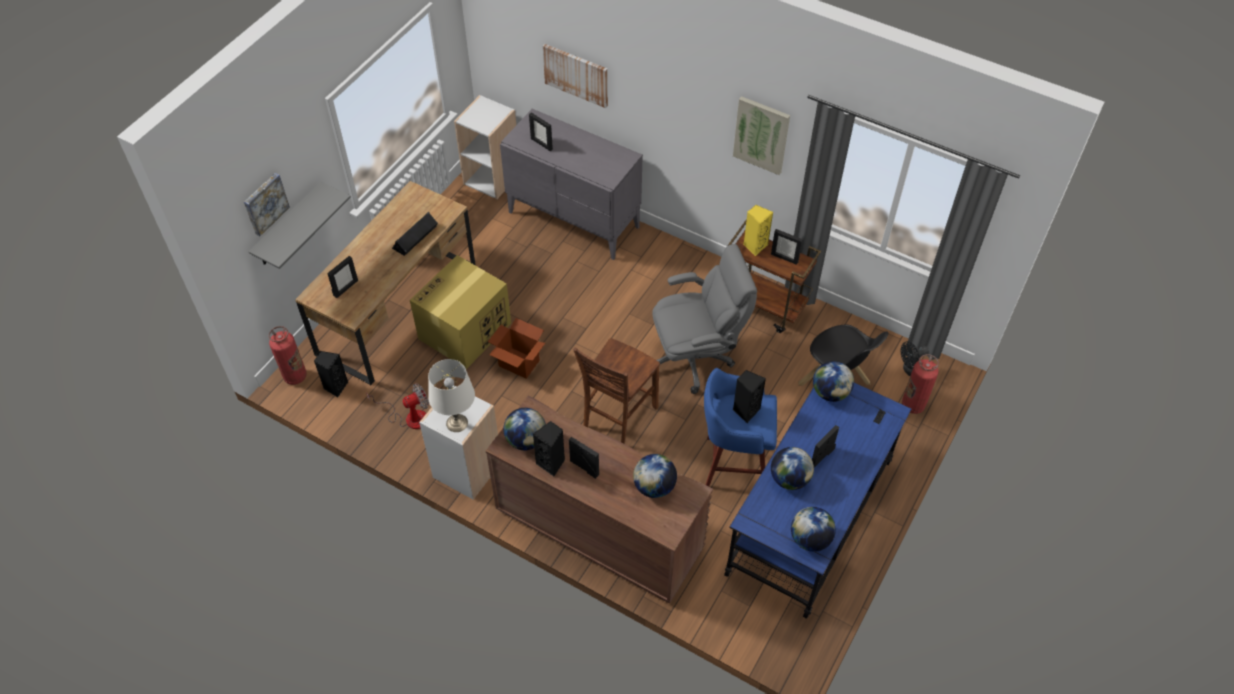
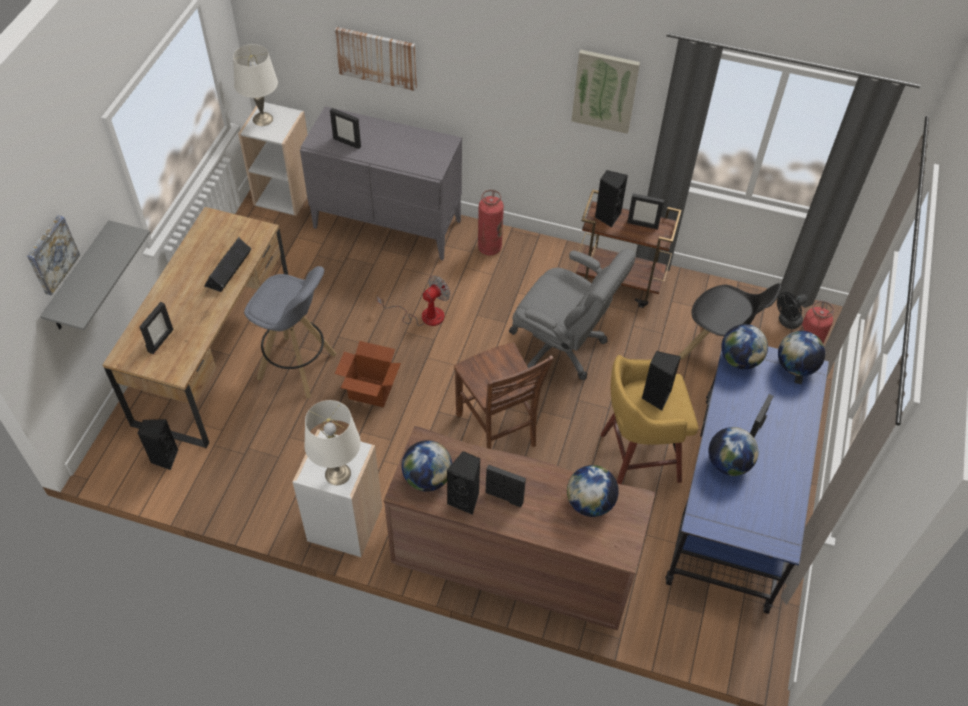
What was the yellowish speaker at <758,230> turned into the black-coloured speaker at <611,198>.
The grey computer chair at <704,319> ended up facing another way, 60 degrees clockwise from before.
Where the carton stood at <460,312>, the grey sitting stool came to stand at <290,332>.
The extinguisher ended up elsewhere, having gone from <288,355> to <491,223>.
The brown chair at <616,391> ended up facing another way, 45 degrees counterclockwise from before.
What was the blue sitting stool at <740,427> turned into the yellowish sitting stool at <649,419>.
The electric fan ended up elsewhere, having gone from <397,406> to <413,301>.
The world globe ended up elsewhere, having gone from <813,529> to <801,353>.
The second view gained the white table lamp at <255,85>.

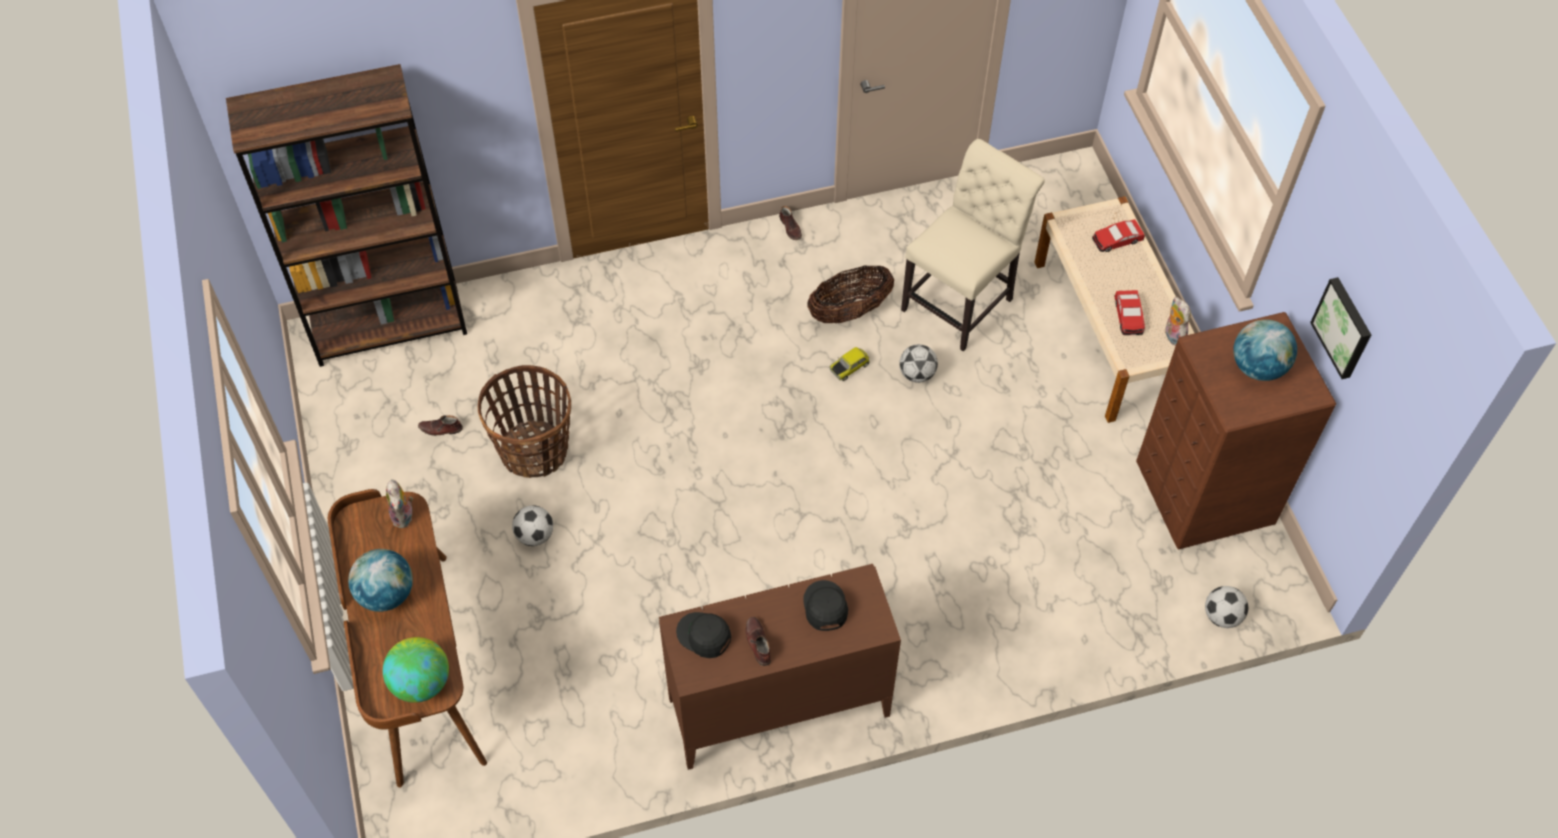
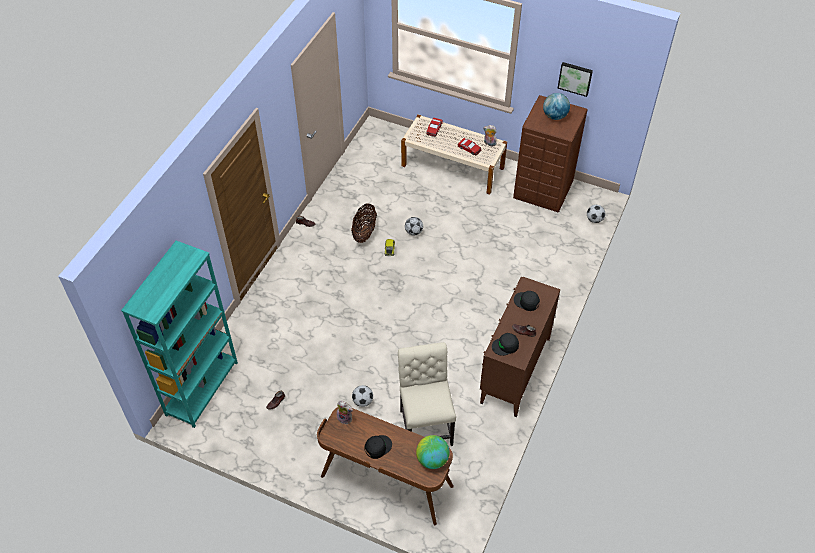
What was the brown bookshelf at <346,215> turned into the turquoise-coloured bookshelf at <179,334>.
The beige chair ended up elsewhere, having gone from <973,245> to <427,394>.
The second view lost the household basket at <524,421>.
Where the world globe stood at <380,580>, the black-coloured cap came to stand at <378,447>.

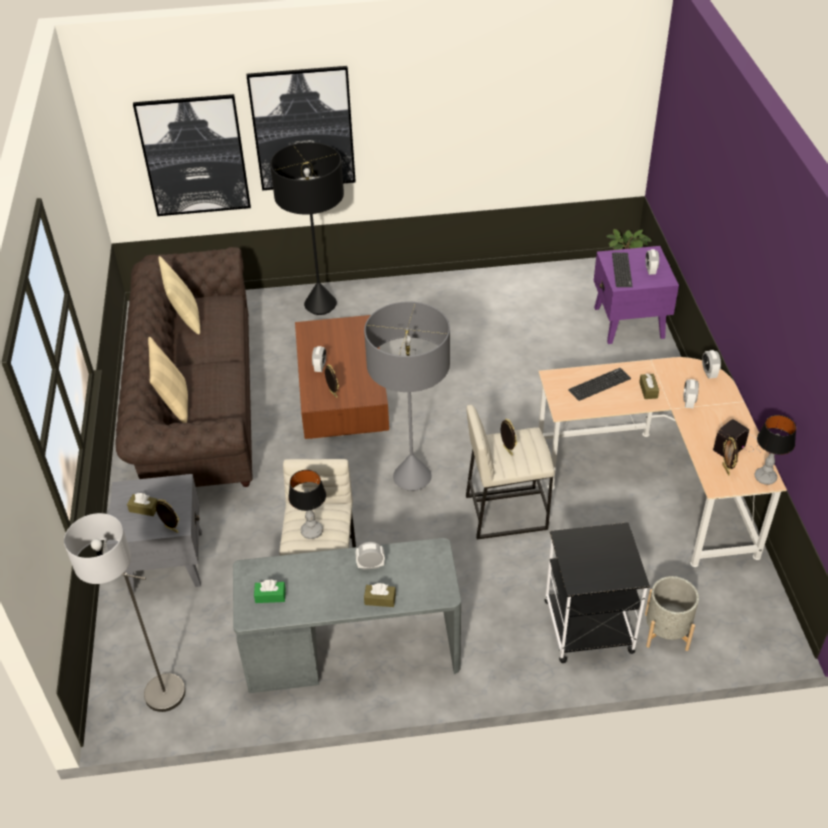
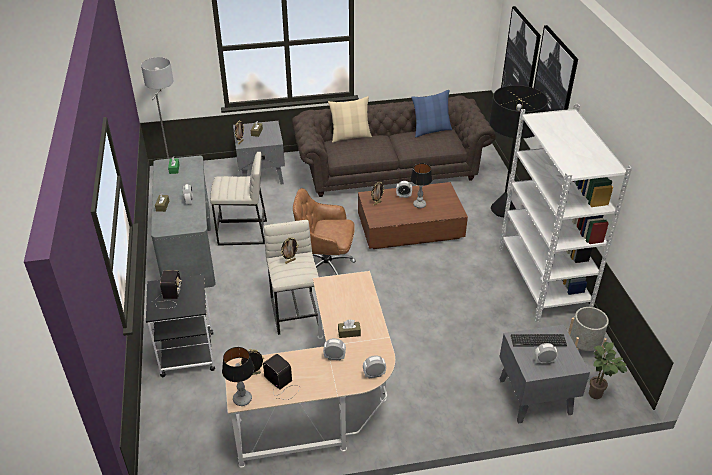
What was the purplish nightstand at <636,295> turned into the grey nightstand at <545,374>.
What was the beige cushion at <179,295> turned into the blue cushion at <431,113>.
Where the grey standard lamp stood at <407,396>, the brown computer chair came to stand at <324,231>.
The second view lost the PC keyboard at <599,384>.
The table lamp ended up elsewhere, having gone from <307,504> to <421,185>.
The grey flower pot ended up elsewhere, having gone from <672,613> to <588,332>.
The second view gained the white bookshelf at <565,213>.
The second view gained the radio at <166,289>.

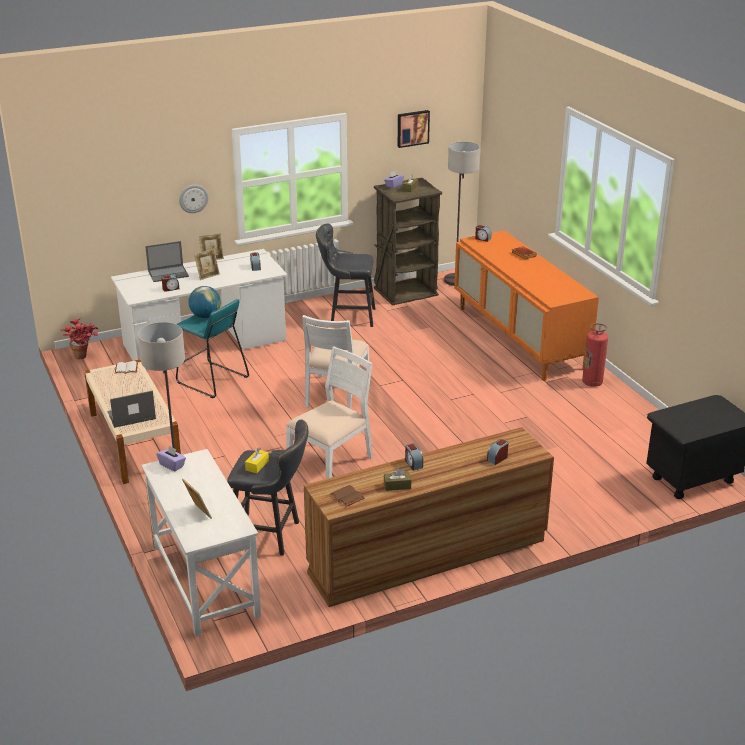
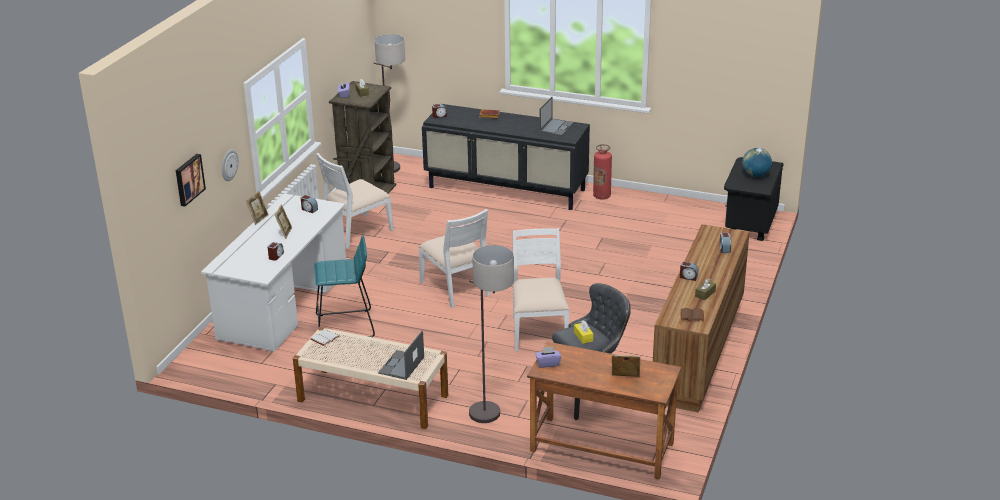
The wall art ended up elsewhere, having gone from <414,129> to <191,180>.
Where the grey sitting stool stood at <345,275>, the white chair came to stand at <355,200>.
What was the orange cabinet at <526,305> turned into the black-coloured cabinet at <506,157>.
The laptop ended up elsewhere, having gone from <167,261> to <556,116>.
The world globe ended up elsewhere, having gone from <204,302> to <757,162>.
The second view lost the houseplant at <79,339>.
What was the white desk at <201,543> turned into the brown desk at <604,410>.

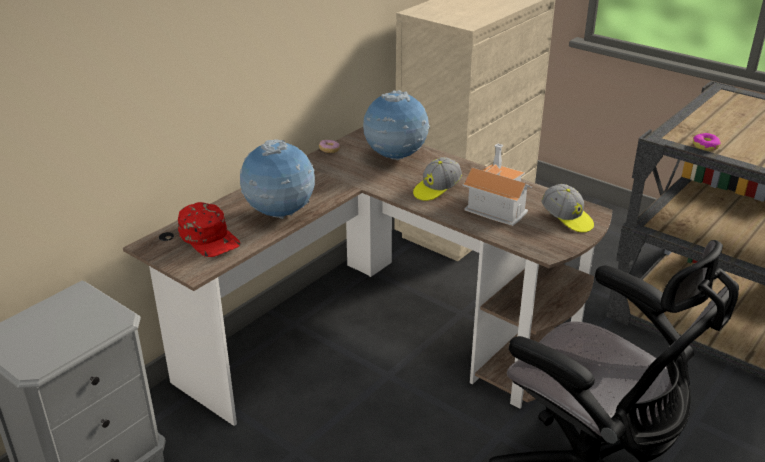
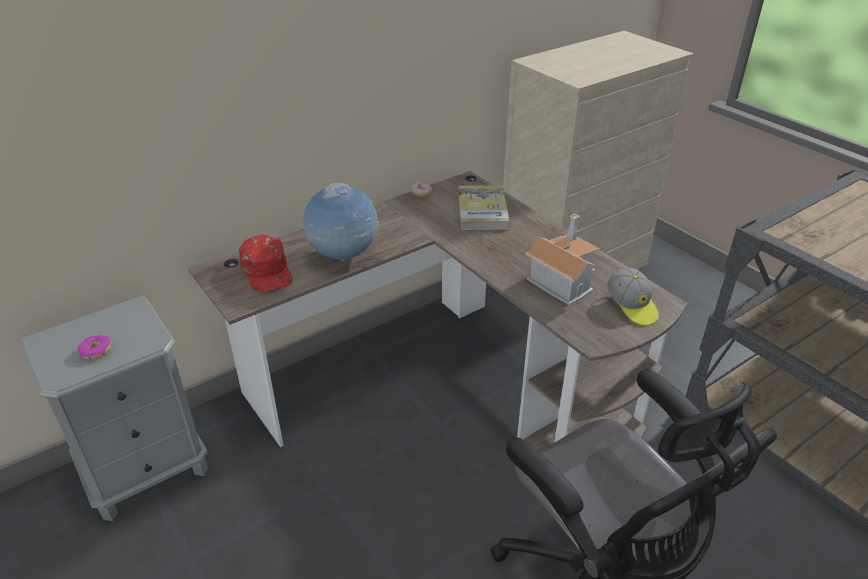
Where the world globe stood at <396,125>, the volume came to stand at <484,208>.
The donut ended up elsewhere, having gone from <707,142> to <95,347>.
The second view lost the cap at <437,179>.

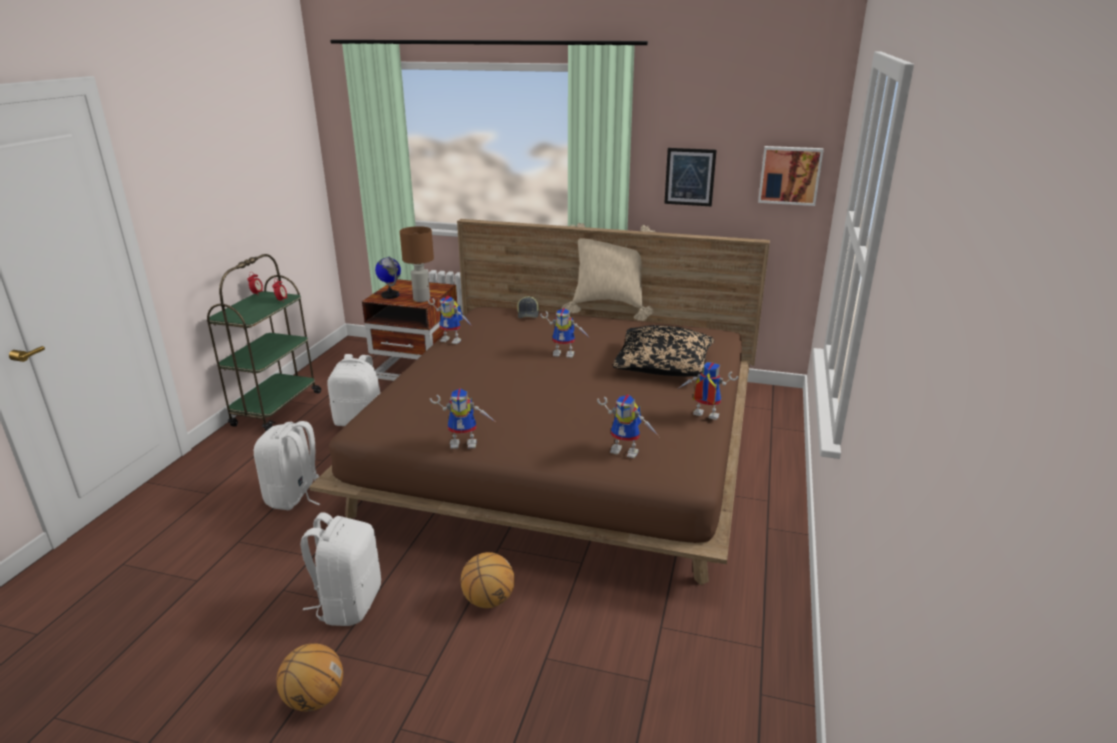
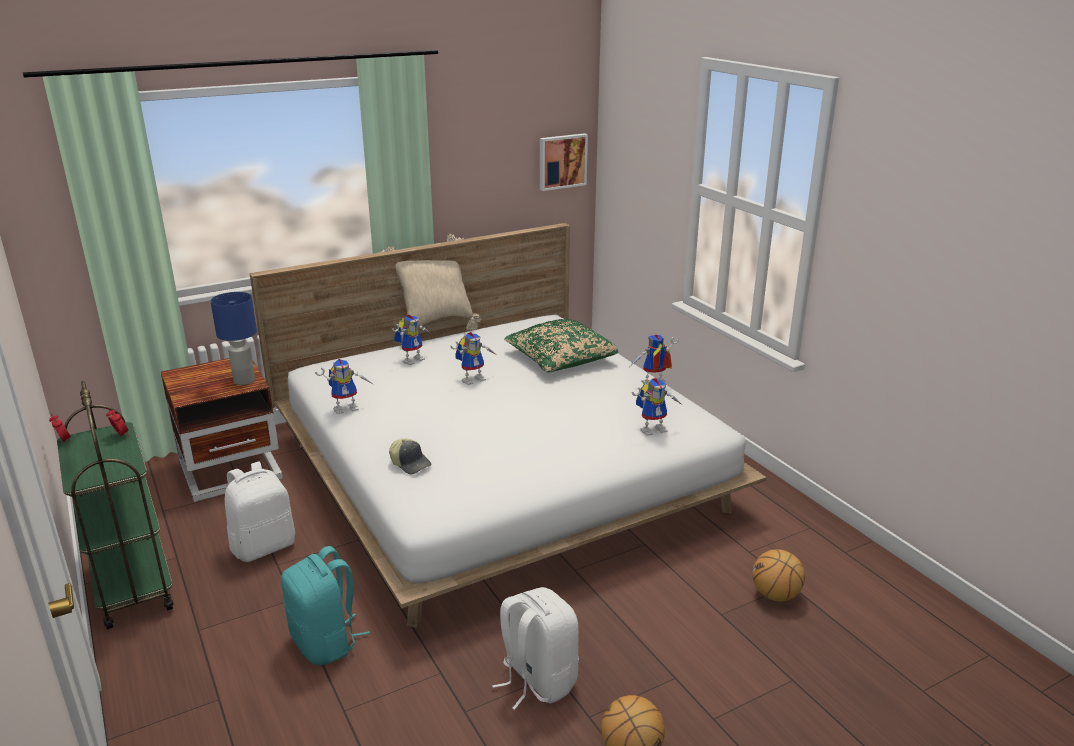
The second view lost the wall art at <690,177>.
What was the brown bed at <539,402> turned into the white bed at <508,425>.
What was the brown table lamp at <417,264> turned into the blue table lamp at <233,338>.
The second view lost the world globe at <388,278>.
The cap ended up elsewhere, having gone from <528,307> to <410,456>.
What was the black-coloured cushion at <663,351> turned into the greenish cushion at <561,346>.
The model robot ended up elsewhere, having gone from <462,418> to <411,340>.
What was the white knapsack at <287,465> turned into the turquoise-coloured knapsack at <325,605>.
The basketball ended up elsewhere, having gone from <488,580> to <778,575>.

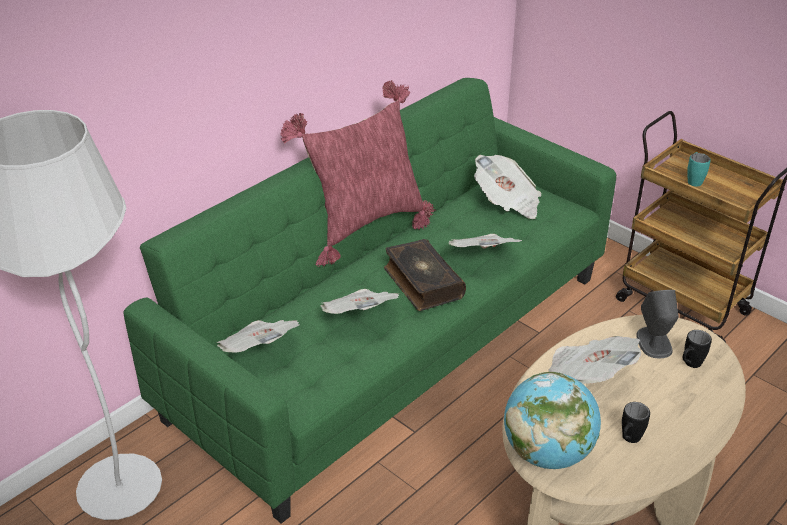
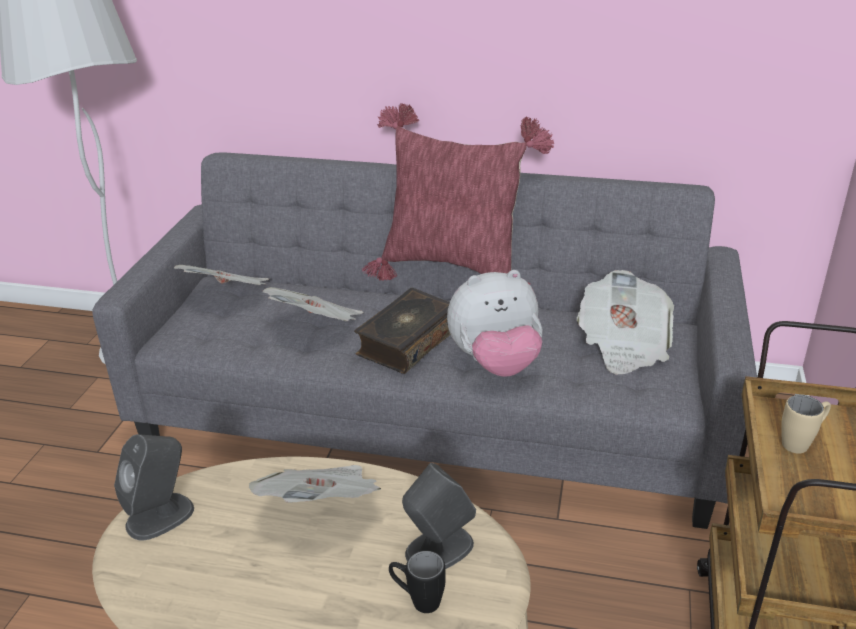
What was the greenish couch at <370,301> turned into the grey couch at <424,340>.
What was the turquoise-coloured coffee mug at <699,169> turned into the beige coffee mug at <806,424>.
Where the printed paper stood at <485,241>, the plush toy came to stand at <494,323>.
Where the world globe stood at <552,420>, the grey speaker came to stand at <154,487>.
The second view lost the black-coloured coffee mug at <636,422>.

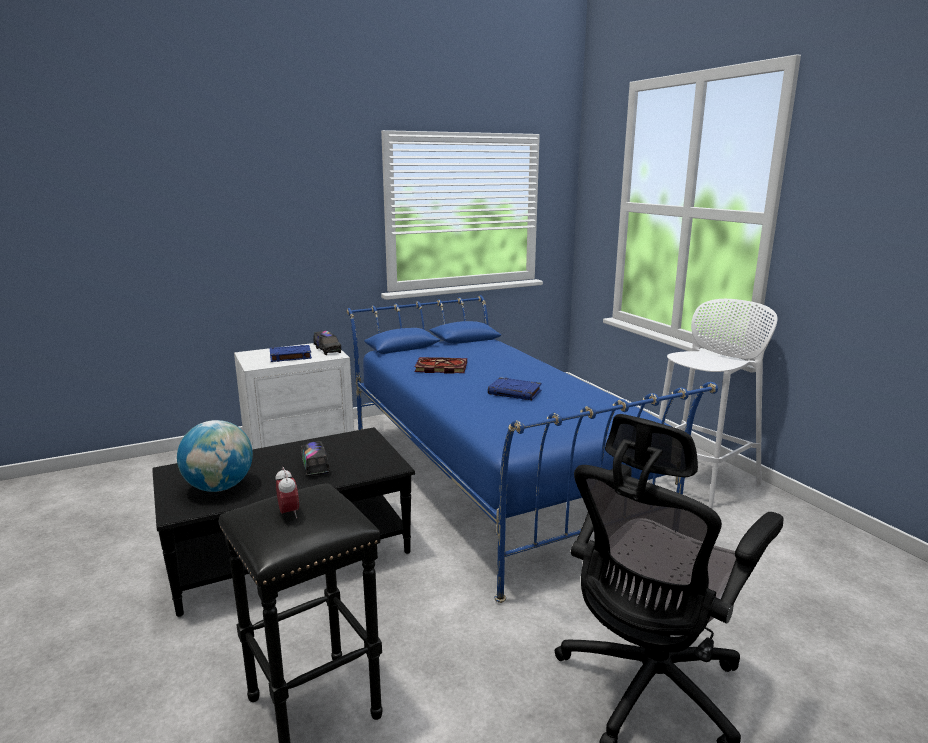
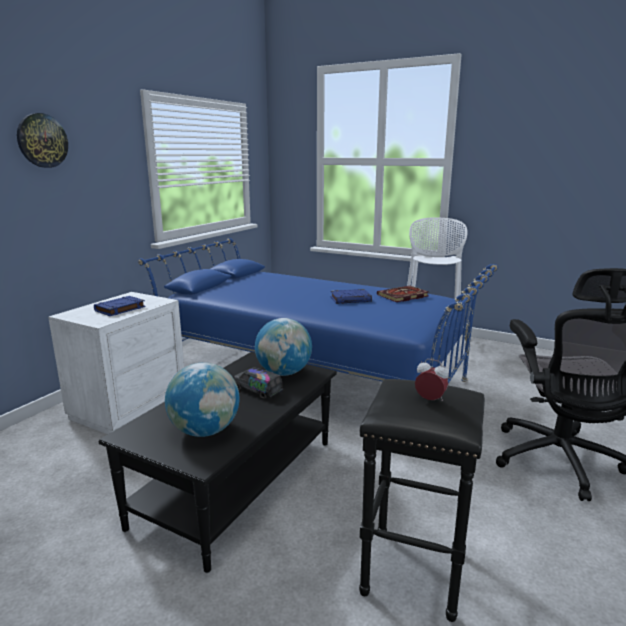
The second view lost the toy truck at <327,343>.
The volume ended up elsewhere, having gone from <441,365> to <403,294>.
The second view gained the clock on the wall at <42,140>.
The second view gained the world globe at <283,347>.

